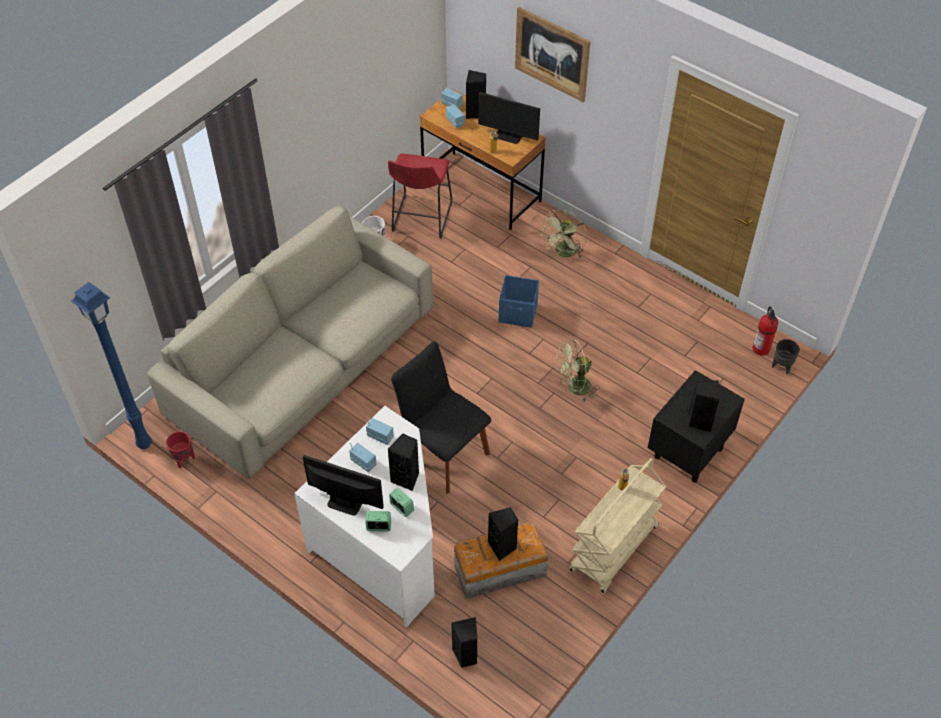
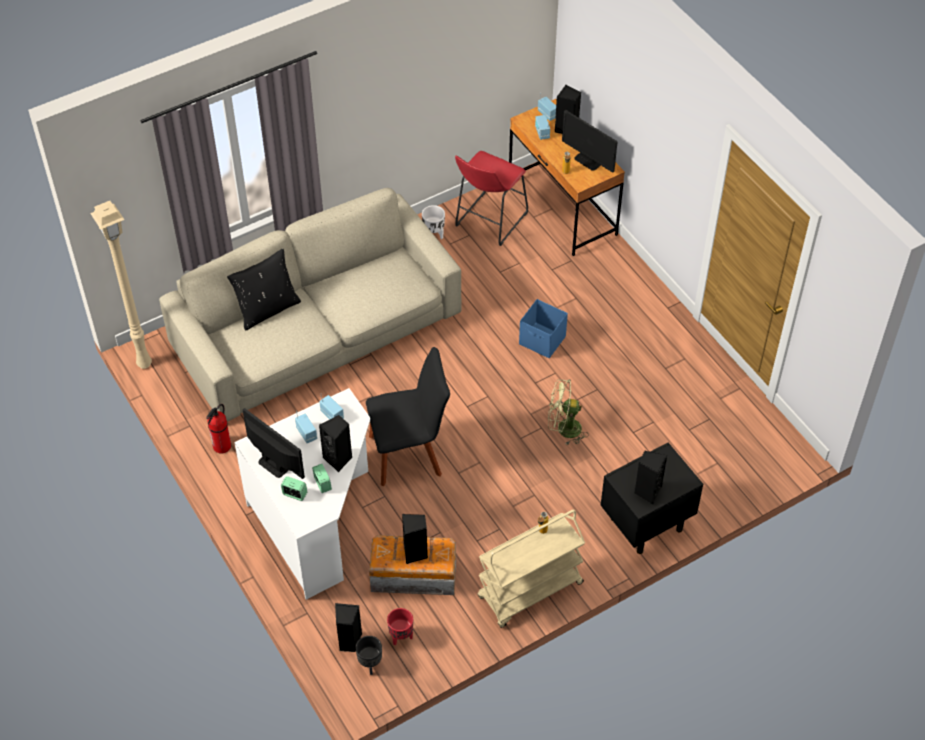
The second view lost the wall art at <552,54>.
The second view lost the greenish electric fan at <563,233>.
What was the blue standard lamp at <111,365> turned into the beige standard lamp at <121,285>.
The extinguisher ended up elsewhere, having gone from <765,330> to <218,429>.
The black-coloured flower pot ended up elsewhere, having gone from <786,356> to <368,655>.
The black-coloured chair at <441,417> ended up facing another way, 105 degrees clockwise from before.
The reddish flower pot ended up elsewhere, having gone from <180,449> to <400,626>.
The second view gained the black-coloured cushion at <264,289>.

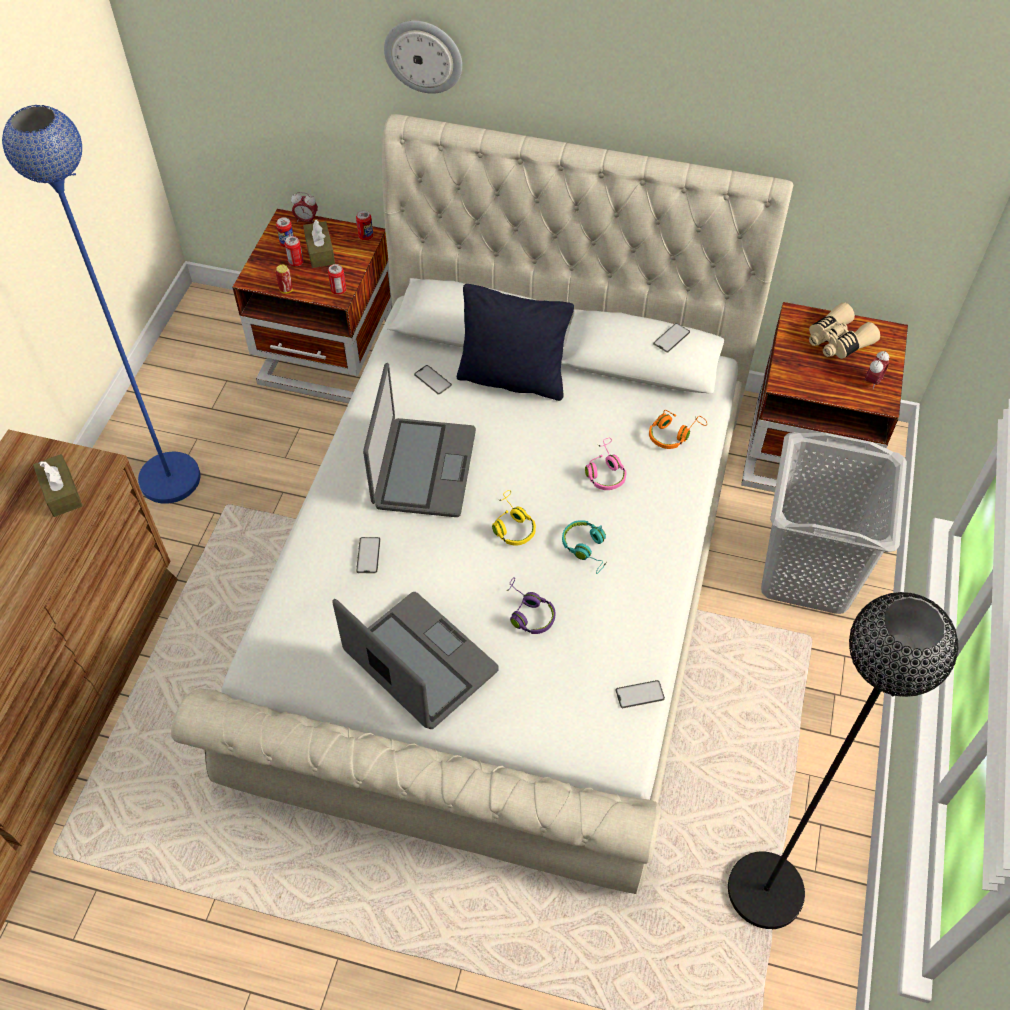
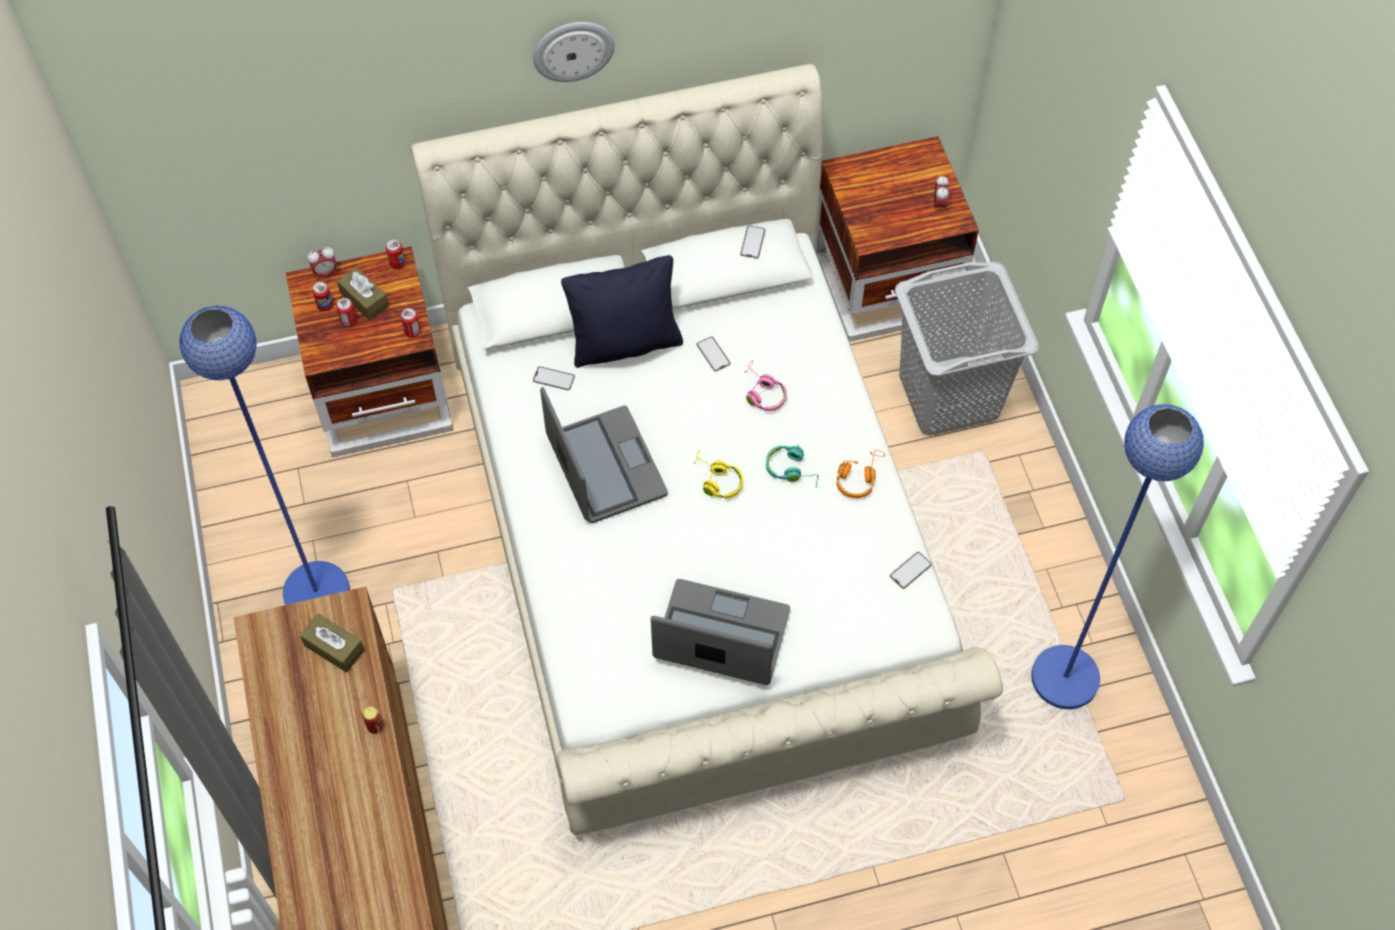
The clock on the wall ended up elsewhere, having gone from <423,57> to <574,52>.
The can ended up elsewhere, having gone from <284,279> to <373,720>.
The second view lost the beige pair of binoculars at <844,331>.
The orange pair of headphones ended up elsewhere, having gone from <678,429> to <860,474>.
The telephone ended up elsewhere, having gone from <368,555> to <713,354>.
The second view lost the purplish pair of headphones at <530,605>.
What was the black-coloured standard lamp at <843,760> turned into the blue standard lamp at <1117,556>.

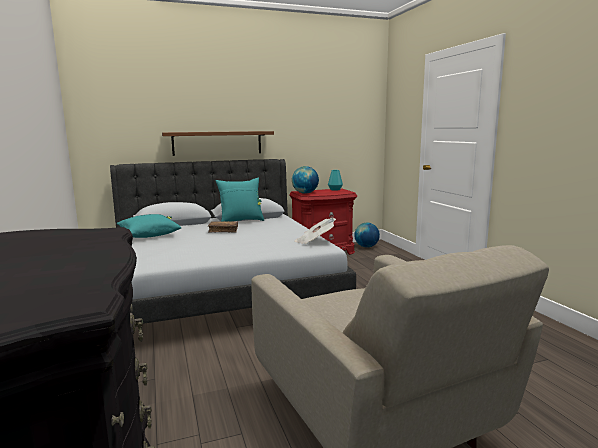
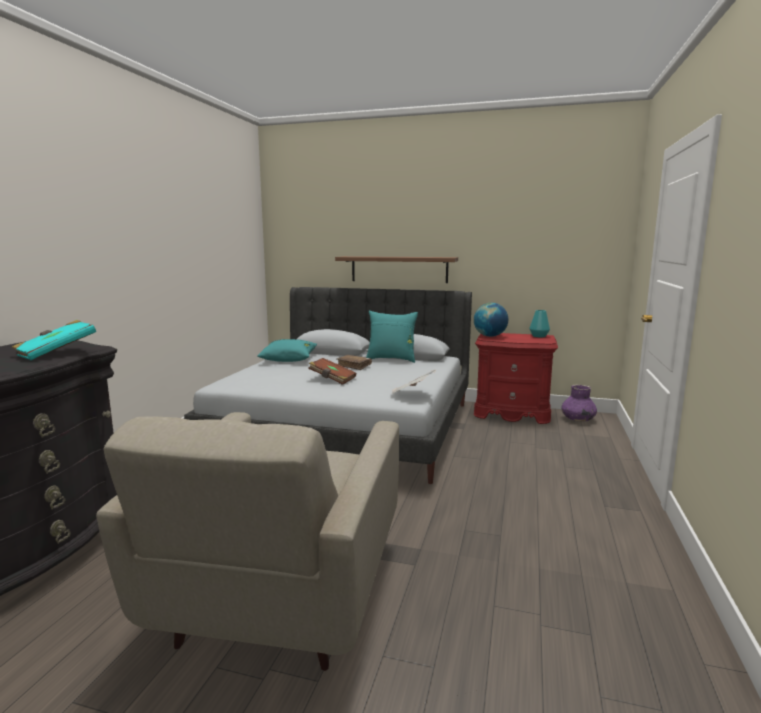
Where the world globe stood at <367,235>, the purplish vase came to stand at <579,402>.
The second view gained the turquoise-coloured volume at <54,340>.
The second view gained the brown volume at <332,371>.

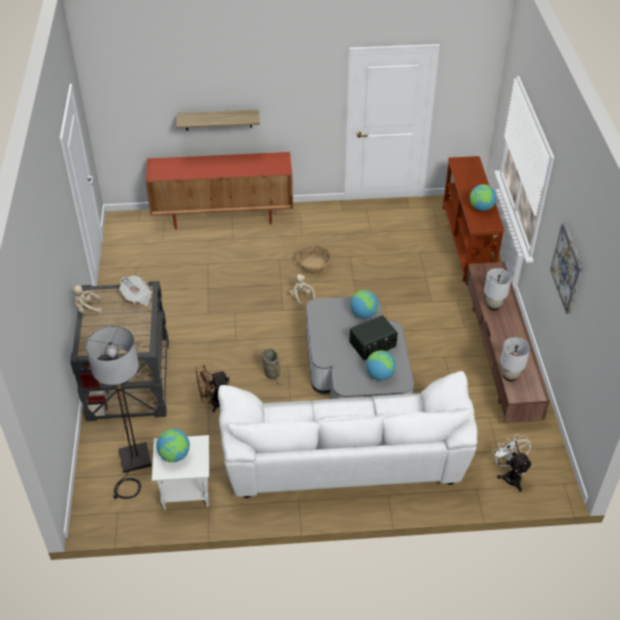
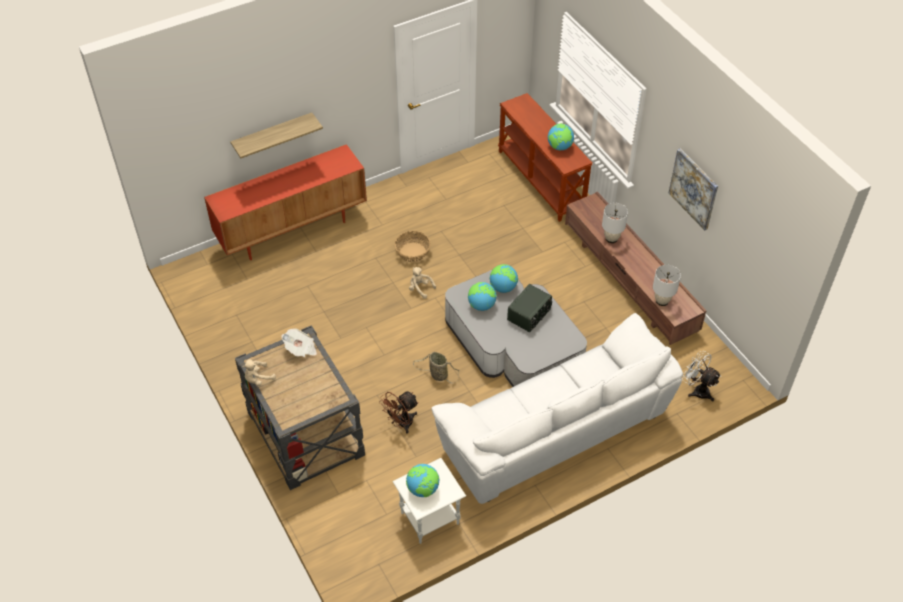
The second view lost the standard lamp at <119,413>.
The world globe ended up elsewhere, having gone from <381,365> to <482,296>.

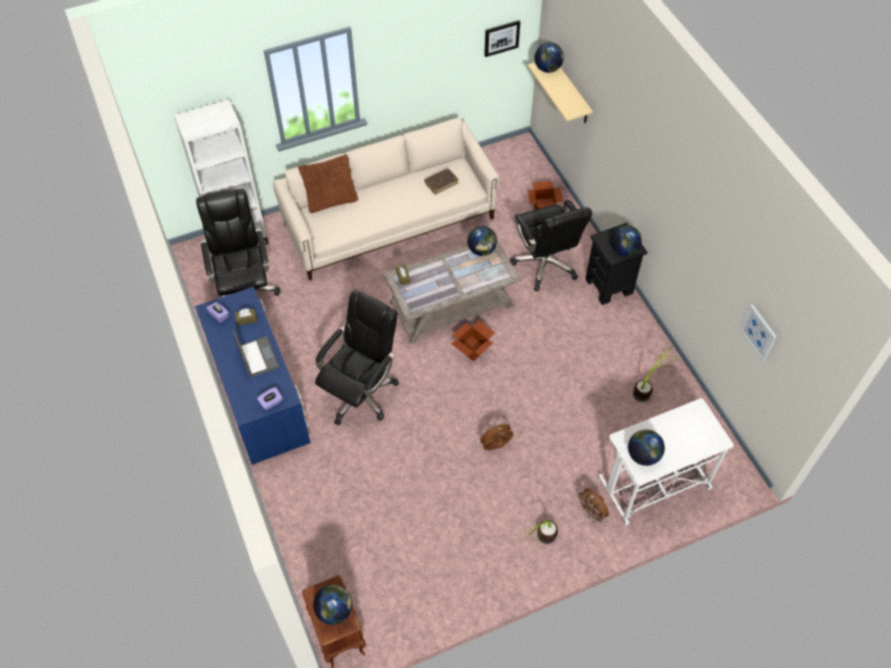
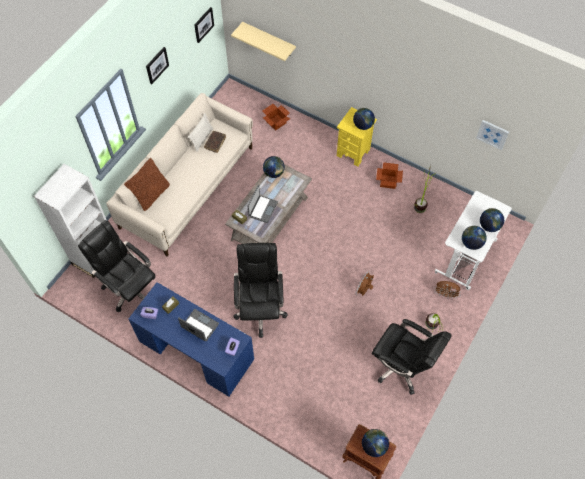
The world globe ended up elsewhere, having gone from <549,57> to <492,220>.
The black-coloured computer chair ended up elsewhere, having gone from <551,245> to <412,357>.
What was the black-coloured nightstand at <616,264> turned into the yellowish nightstand at <357,136>.
The carton ended up elsewhere, having gone from <473,341> to <389,175>.
The second view gained the wall art at <157,65>.
The second view gained the white cushion at <200,133>.
The second view gained the laptop at <262,203>.

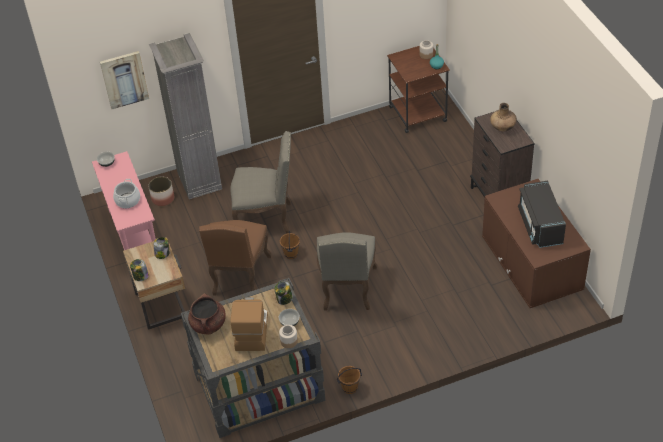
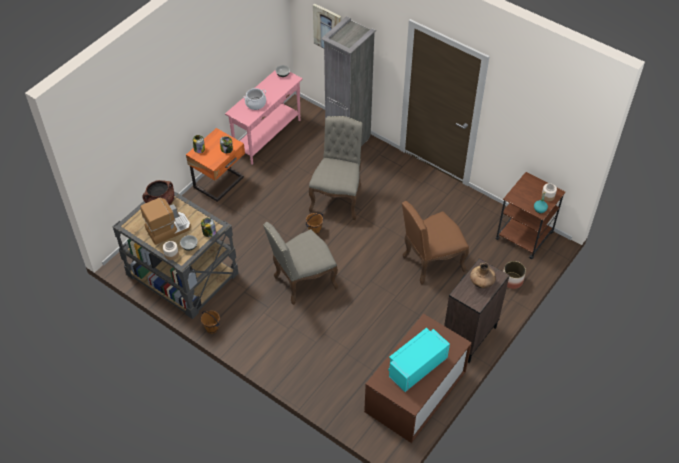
The grey chair at <260,182> ended up facing another way, 135 degrees counterclockwise from before.
The flower pot ended up elsewhere, having gone from <161,191> to <514,275>.
What was the black-coloured microwave at <542,214> turned into the turquoise-coloured microwave at <419,360>.
The brown chair ended up elsewhere, having gone from <235,258> to <435,242>.
What was the beige nightstand at <154,283> turned into the orange nightstand at <215,165>.

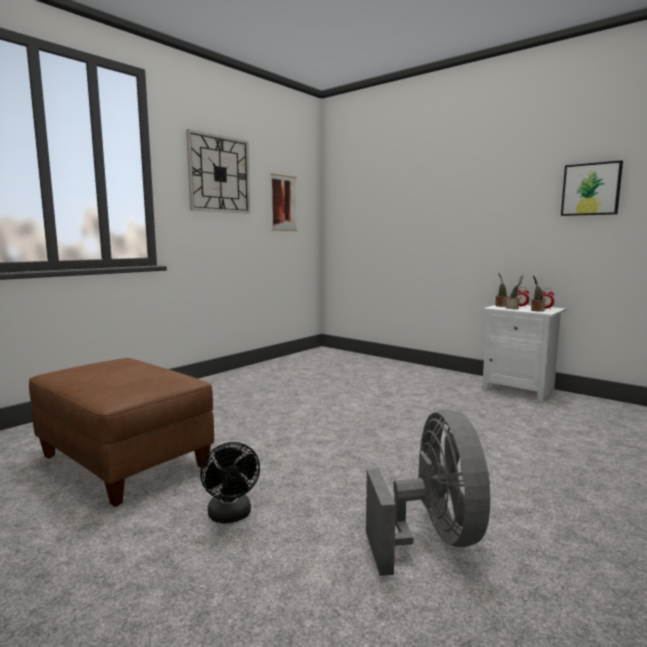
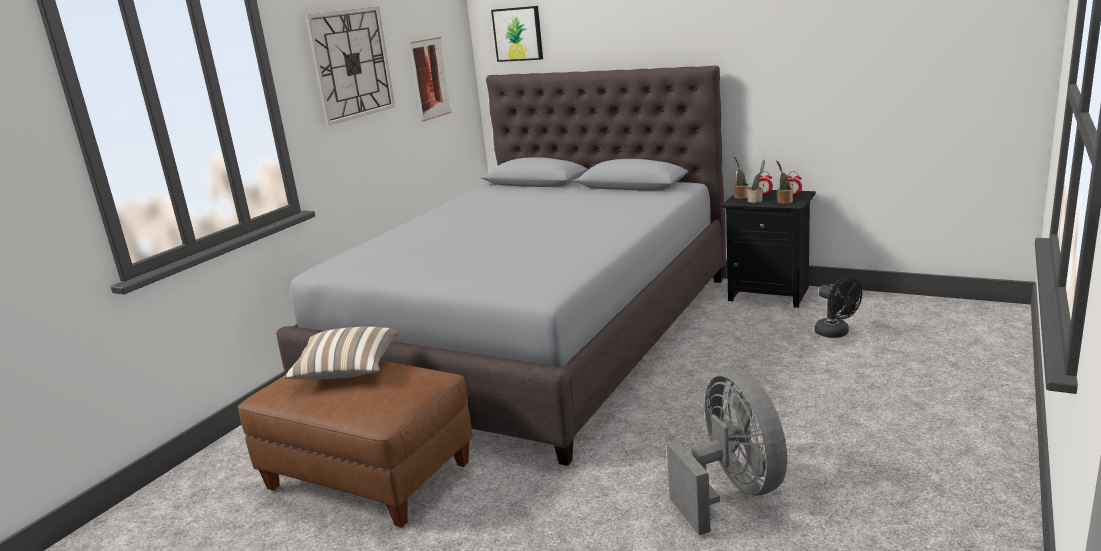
The wall art ended up elsewhere, having gone from <592,188> to <517,34>.
What was the white nightstand at <524,353> turned into the black-coloured nightstand at <769,249>.
The black-coloured electric fan ended up elsewhere, having gone from <230,483> to <838,307>.
The second view gained the grey bed at <501,266>.
The second view gained the cushion at <341,353>.

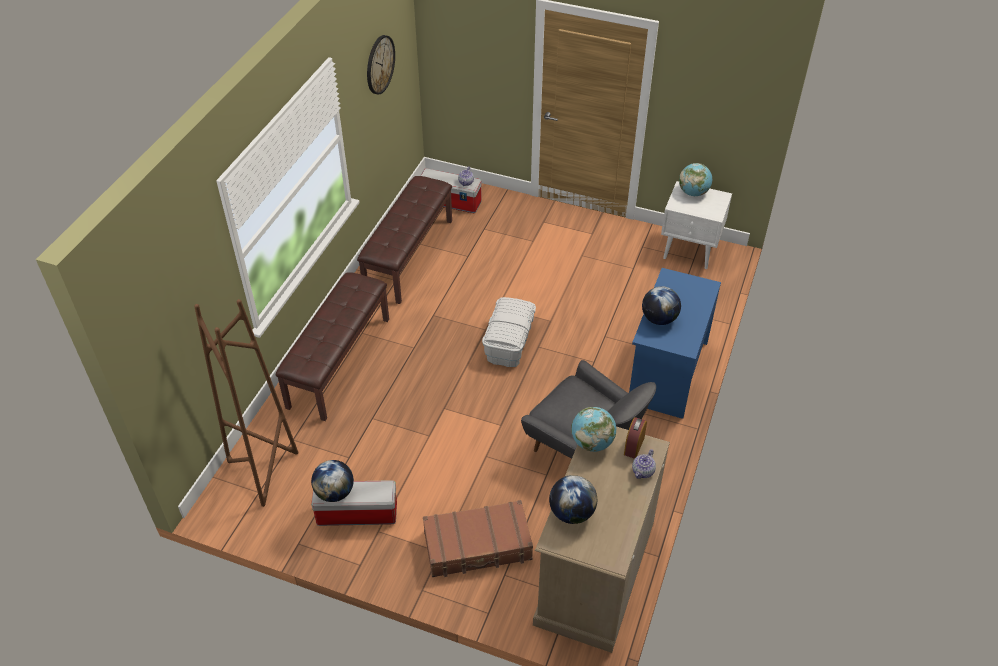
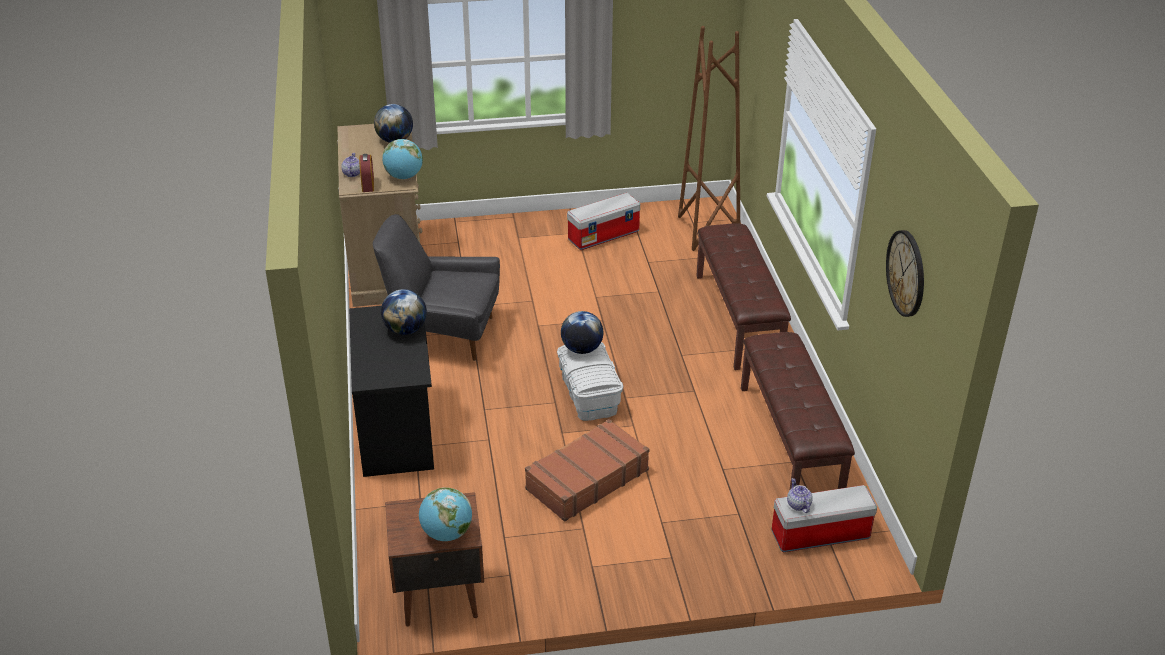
What was the white nightstand at <696,225> turned into the brown nightstand at <434,559>.
What was the blue desk at <675,343> turned into the black-coloured desk at <391,391>.
The world globe ended up elsewhere, having gone from <332,481> to <582,332>.
The brown travel case ended up elsewhere, having gone from <478,538> to <587,470>.

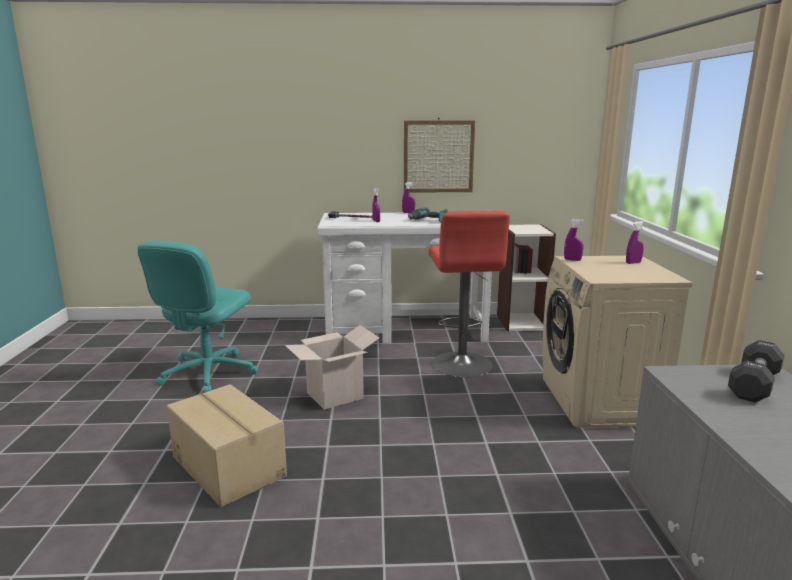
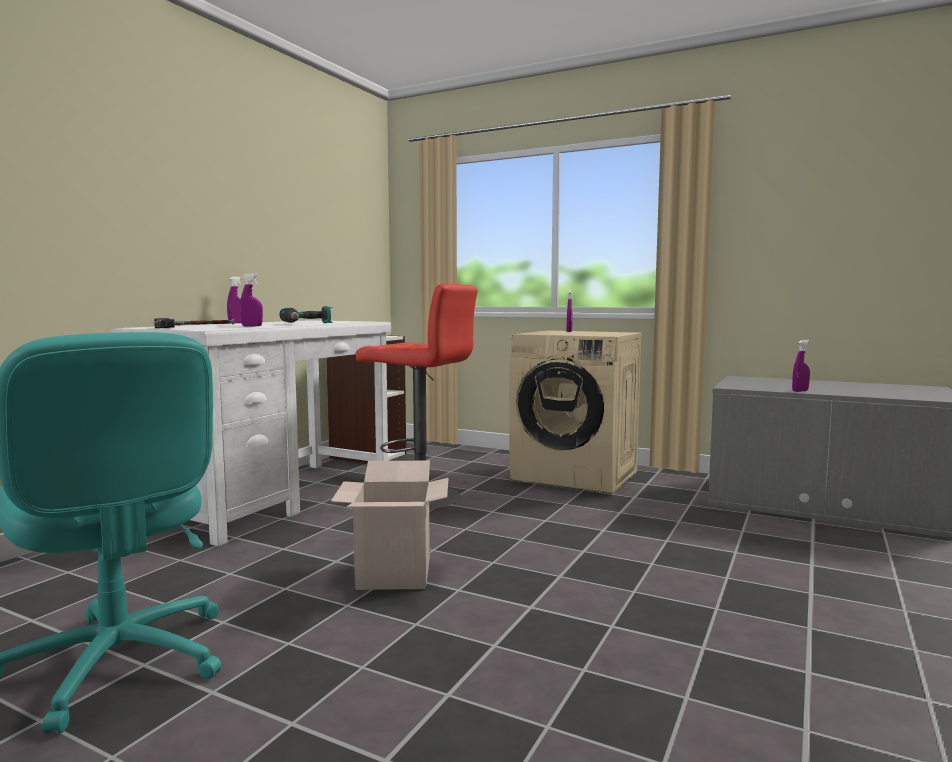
The second view lost the wall art at <439,155>.
The purplish hand sprayer ended up elsewhere, having gone from <574,240> to <801,366>.
The second view lost the black-coloured dumbbell at <756,371>.
The second view lost the carton at <227,445>.

